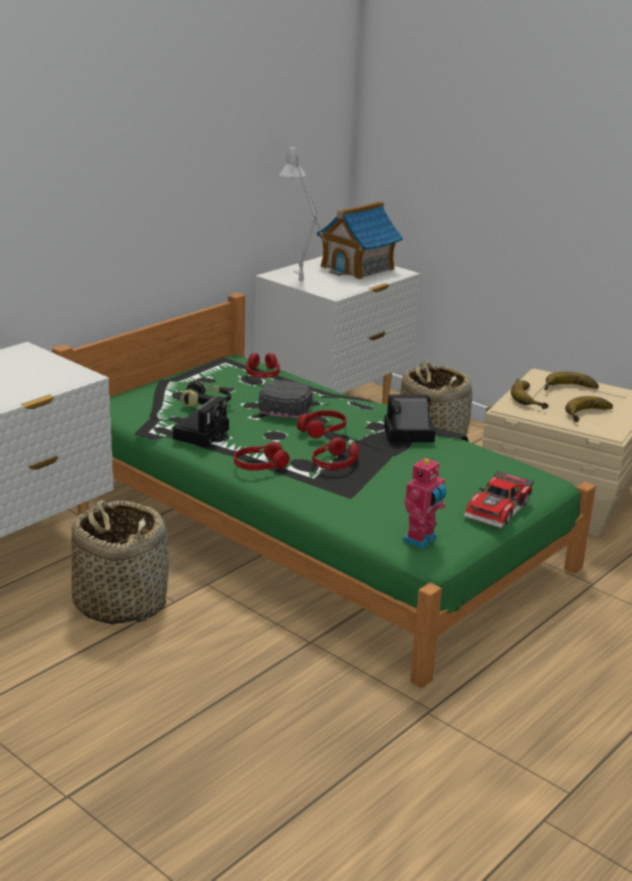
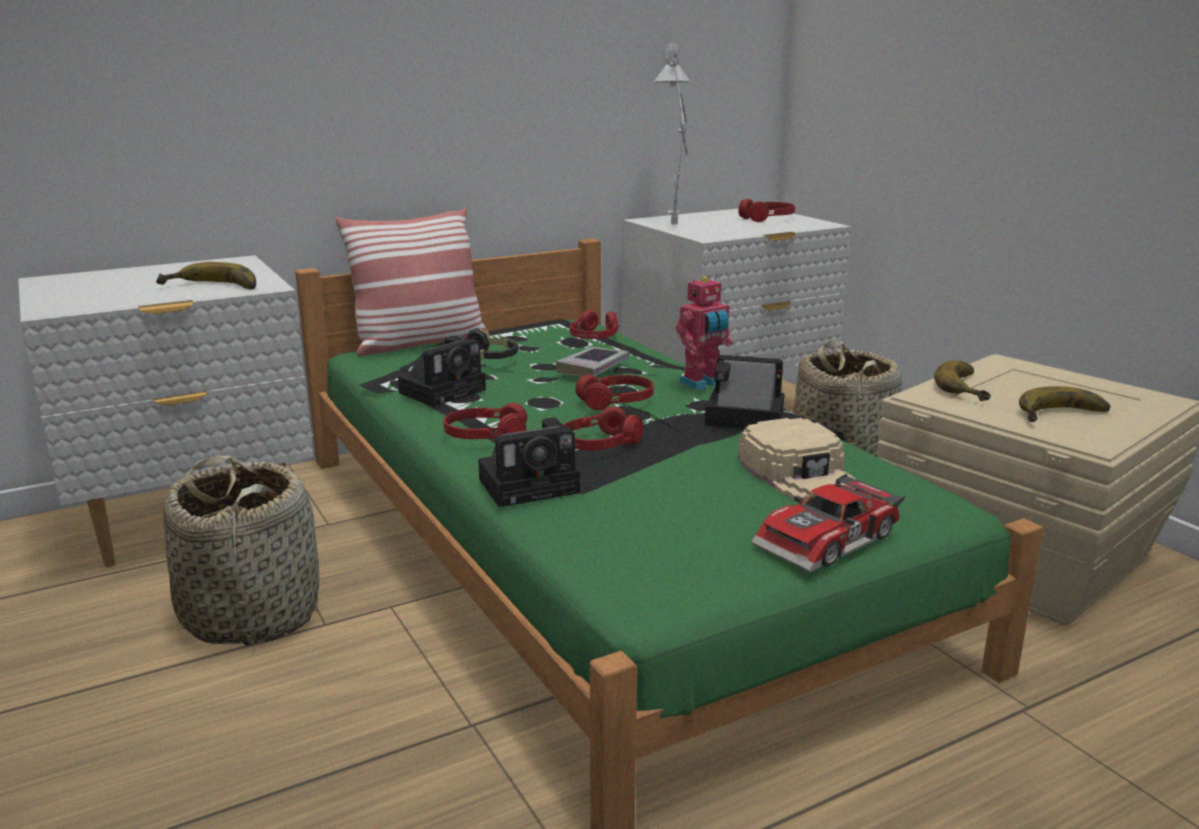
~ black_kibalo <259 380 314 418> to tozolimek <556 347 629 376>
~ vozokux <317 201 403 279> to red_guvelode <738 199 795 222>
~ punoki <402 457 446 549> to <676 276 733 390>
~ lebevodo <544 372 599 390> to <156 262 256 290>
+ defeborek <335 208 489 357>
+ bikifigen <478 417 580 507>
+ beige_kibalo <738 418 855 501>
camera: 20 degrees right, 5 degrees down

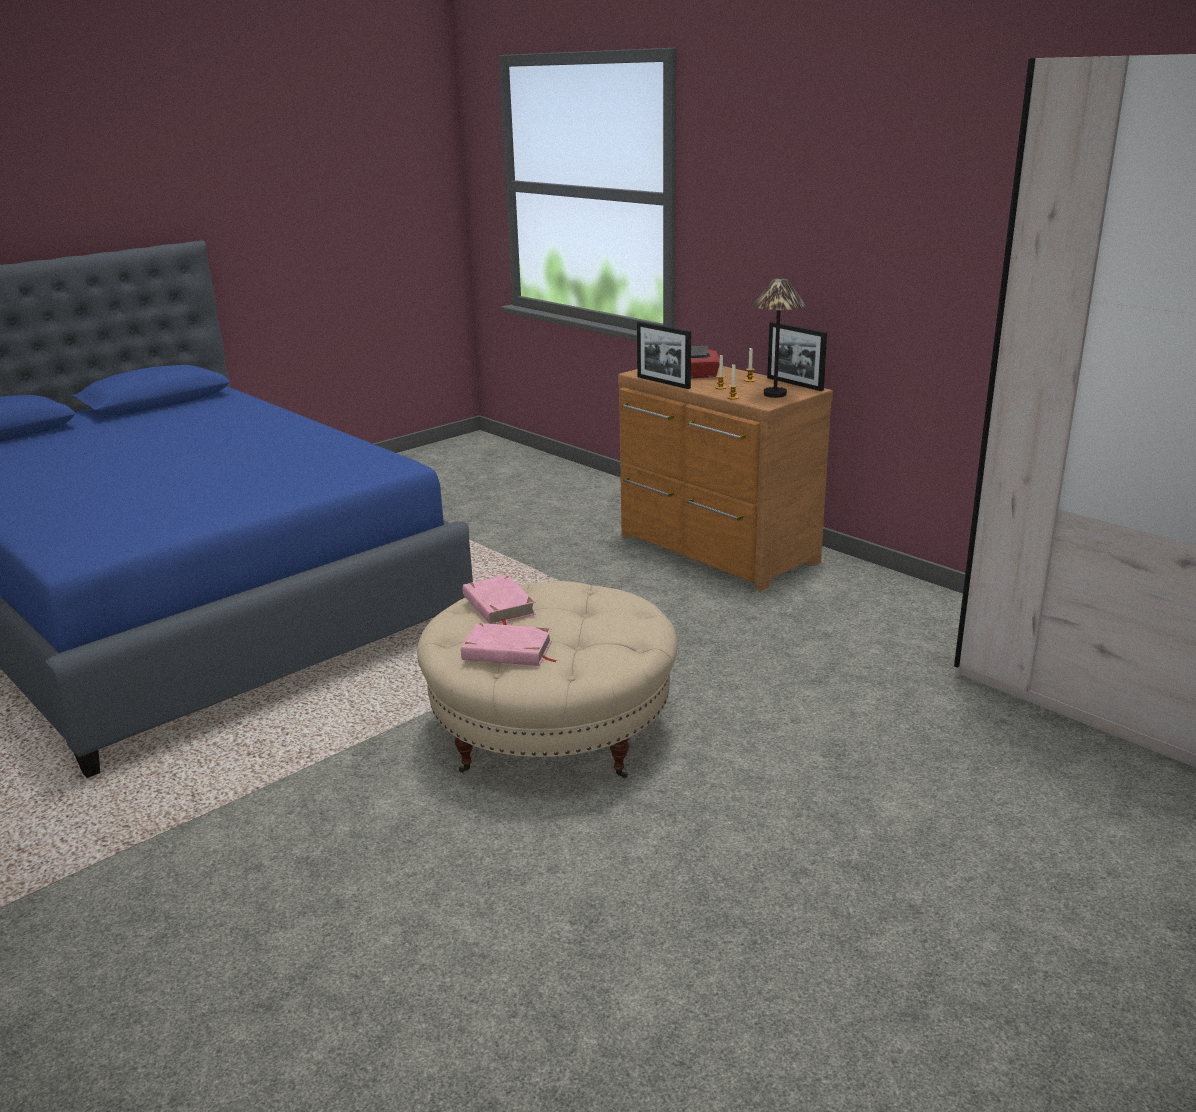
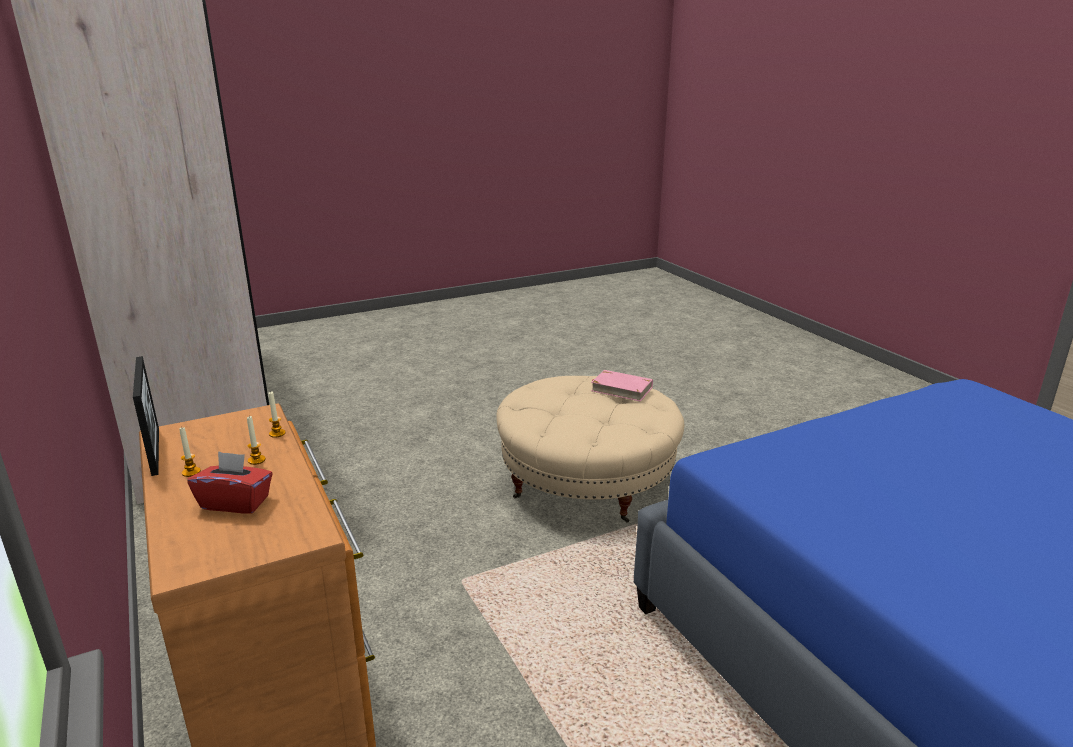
- pink_tozolimek <463 575 536 625>
- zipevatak <637 321 691 389>
- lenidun <752 278 806 398>
camera: 165 degrees left, 0 degrees up

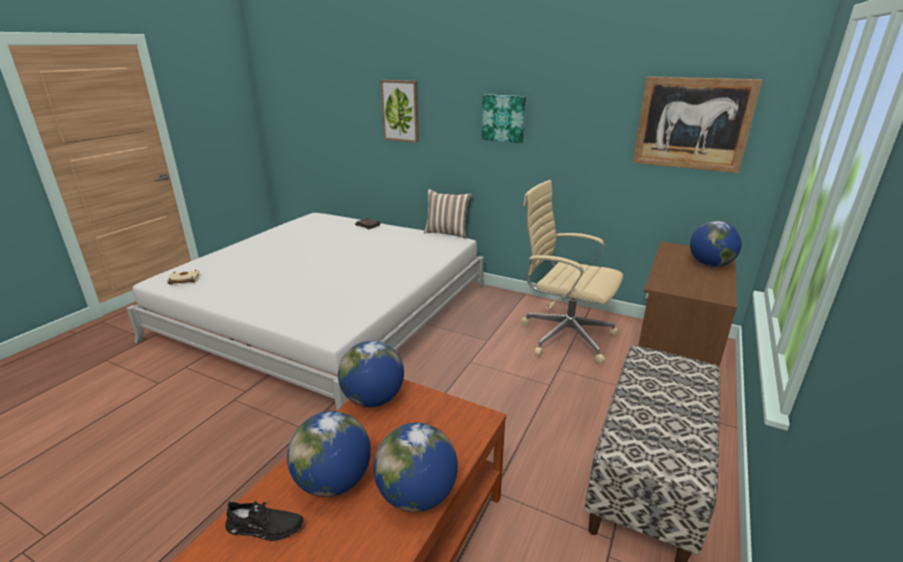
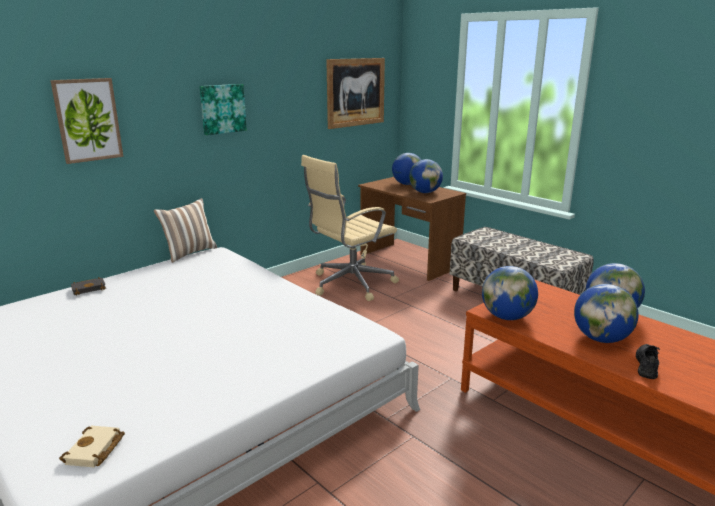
+ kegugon <409 159 443 193>
camera: 70 degrees left, 5 degrees down

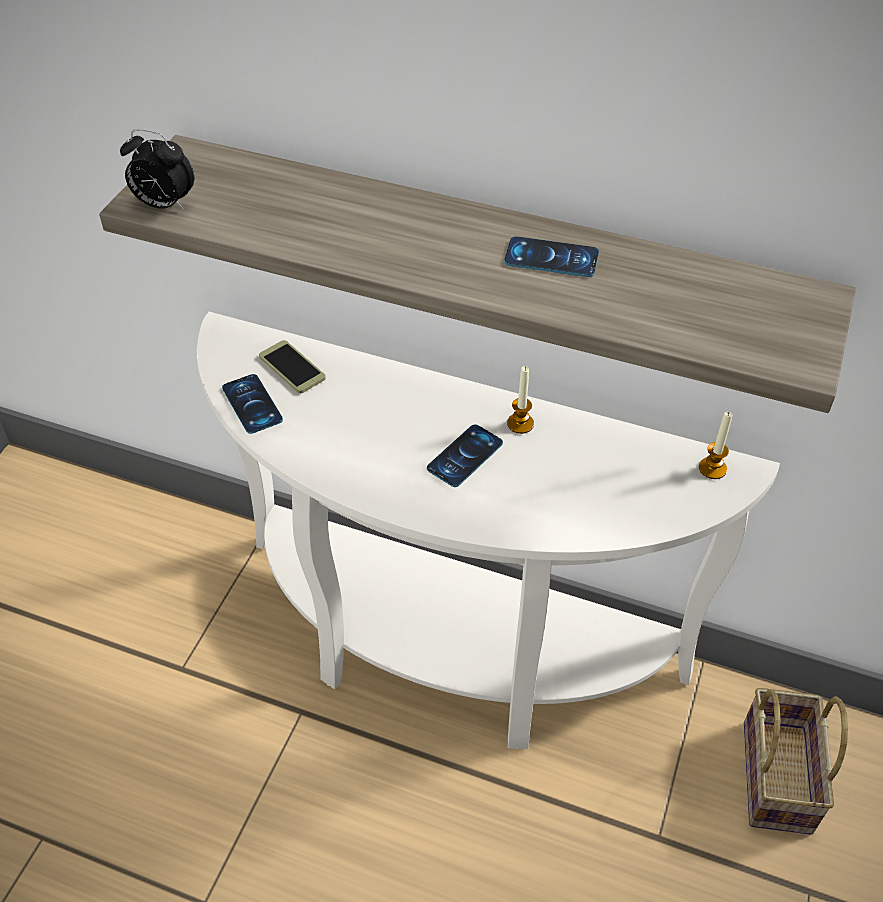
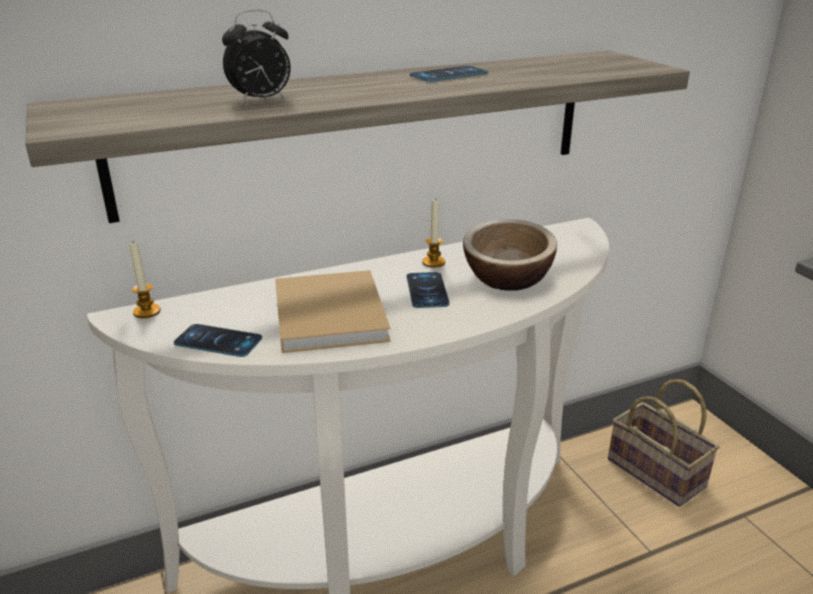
~ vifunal <120 129 194 210> to <222 9 291 104>
- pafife <259 340 326 393>
~ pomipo <699 412 732 479> to <130 242 161 318>
+ beige_tozolimek <275 270 391 353>
+ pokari <463 219 557 291>
camera: 45 degrees left, 20 degrees down

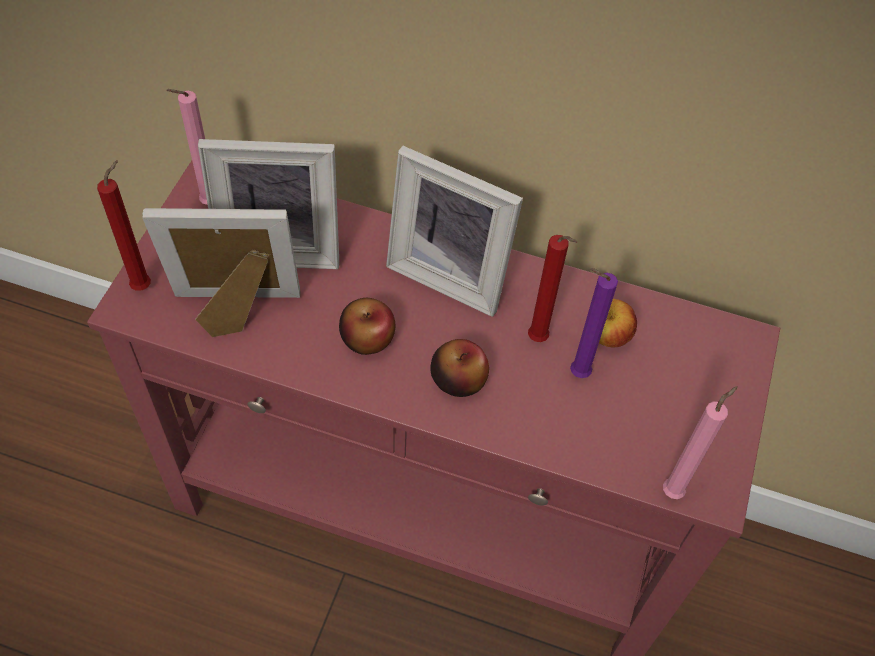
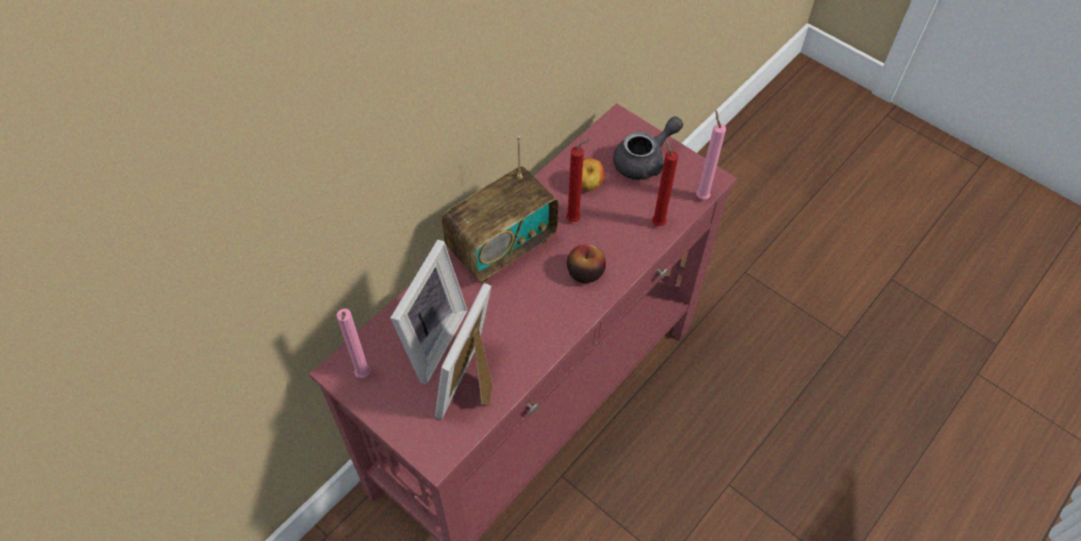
~ red_pomipo <97 160 151 291> to <652 138 678 226>
- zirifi <339 298 395 355>
~ zipevatak <386 146 523 317> to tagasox <441 136 558 283>
- purple_pomipo <570 268 618 378>
+ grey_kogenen <613 116 683 180>
camera: 65 degrees left, 0 degrees up

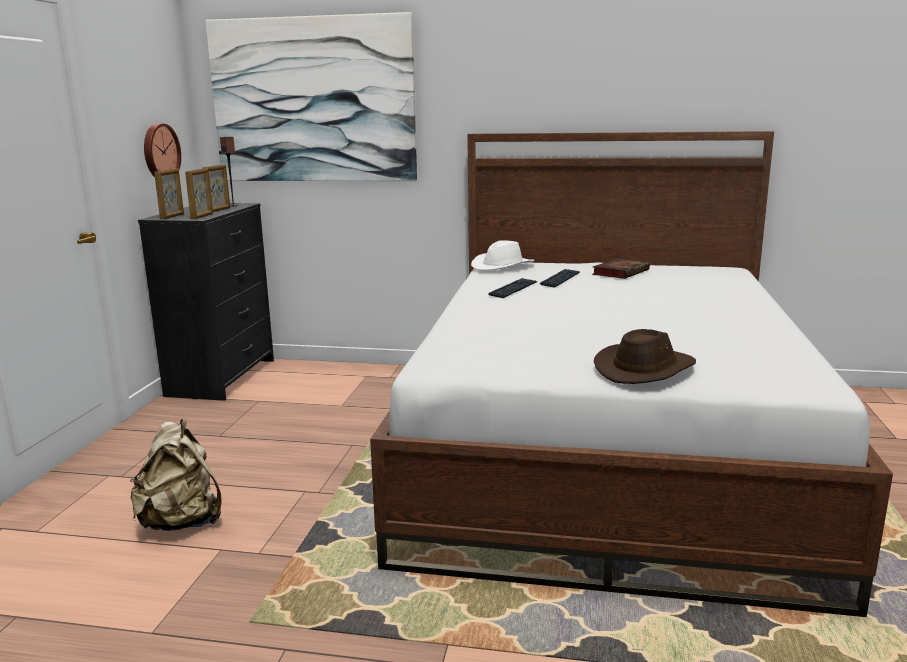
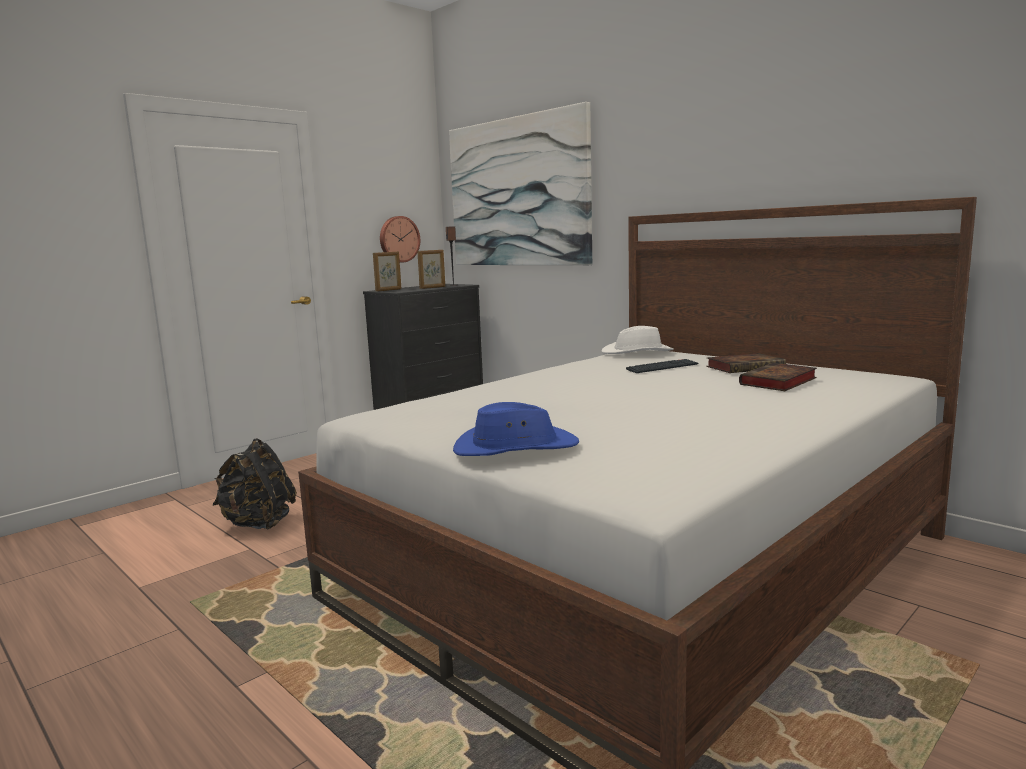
~ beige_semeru <130 419 222 531> to black_semeru <213 438 297 530>
- zipevatak <185 168 213 219>
- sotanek <488 278 537 298>
~ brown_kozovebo <594 329 696 384> to blue_kozovebo <453 402 579 456>
+ tozolimek <739 363 817 391>
camera: 35 degrees right, 5 degrees down

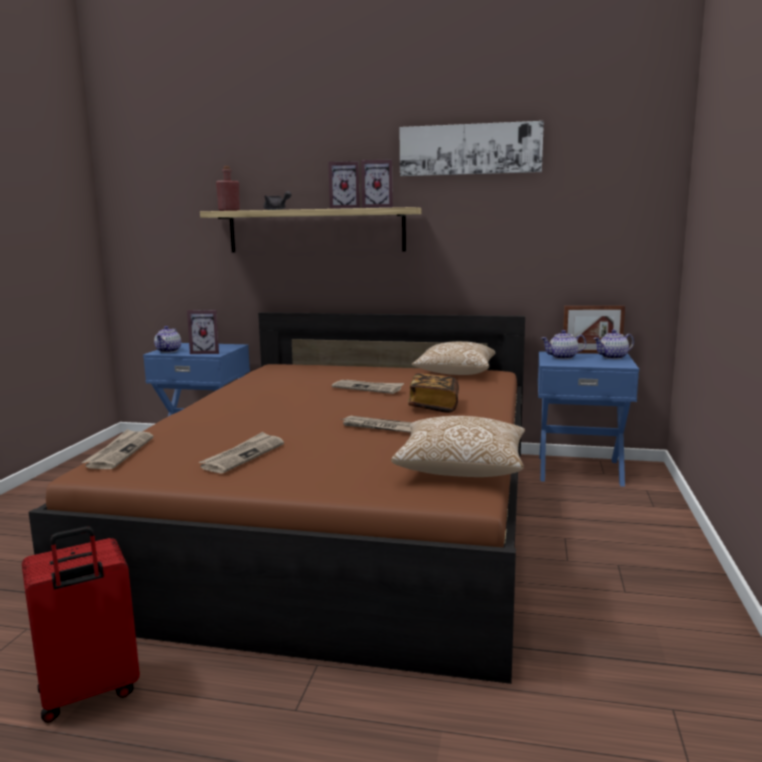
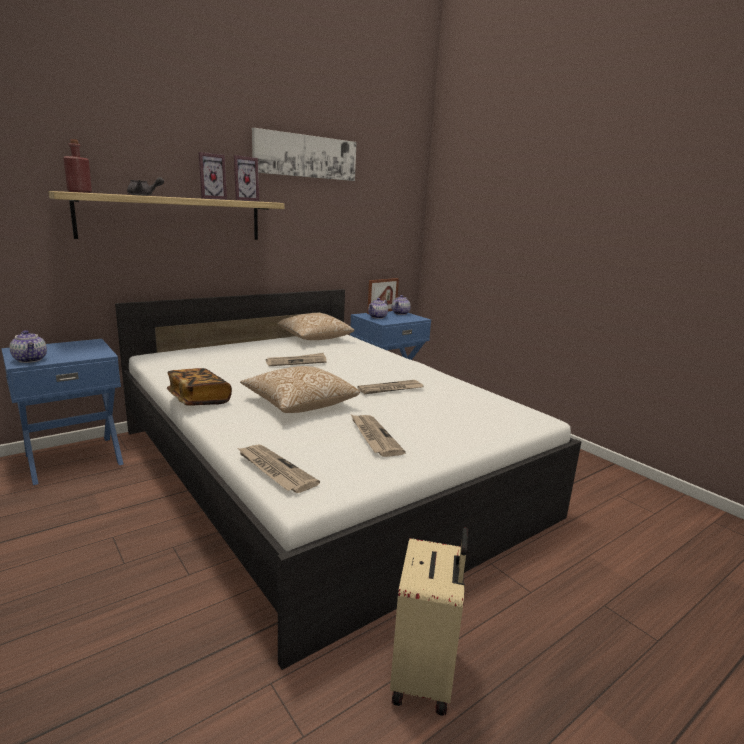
~ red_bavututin <22 526 140 723> to beige_bavututin <390 527 468 716>
~ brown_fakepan <28 312 525 684> to white_fakepan <115 289 581 670>
- zipevatak <187 310 219 354>
~ defeborek <391 416 525 477> to <240 366 360 413>
~ tozolimek <408 373 459 413> to <167 368 232 406>
camera: 50 degrees left, 5 degrees up

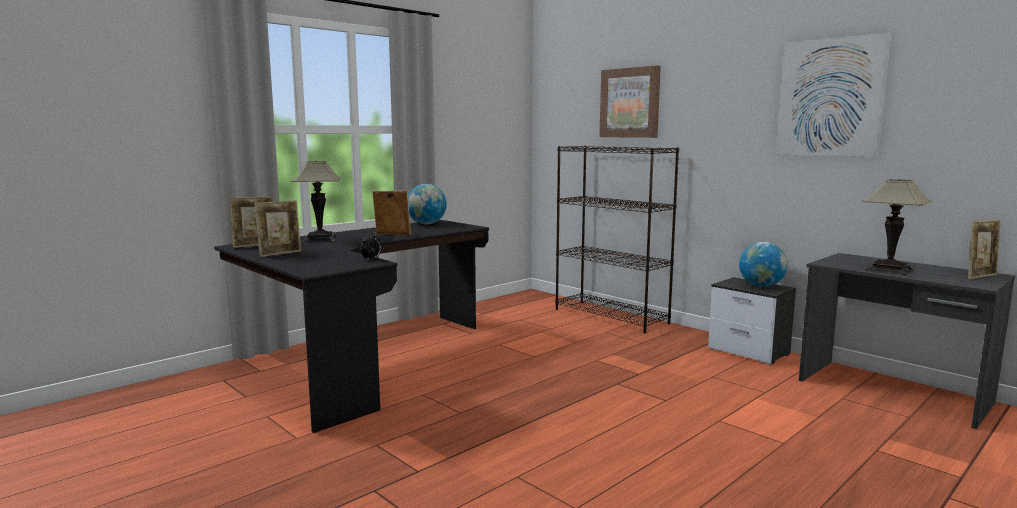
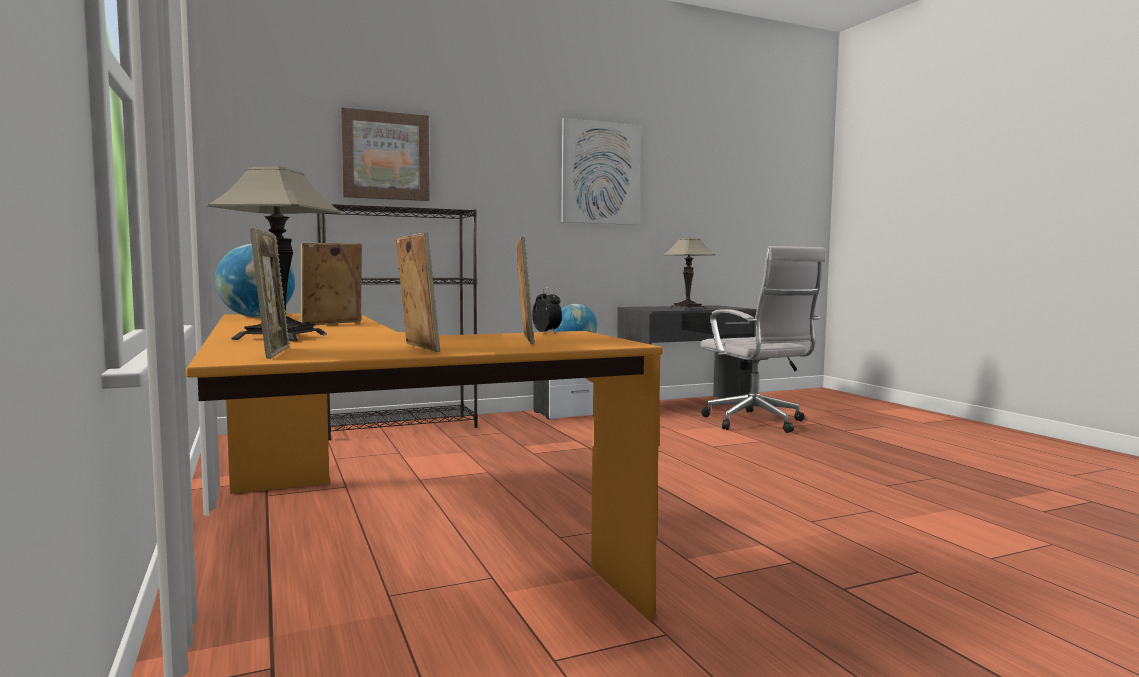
~ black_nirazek <214 220 489 433> to orange_nirazek <186 313 663 621>
~ zipevatak <968 220 1001 279> to <516 237 534 344>
+ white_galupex <701 246 825 433>
camera: 70 degrees left, 5 degrees down

